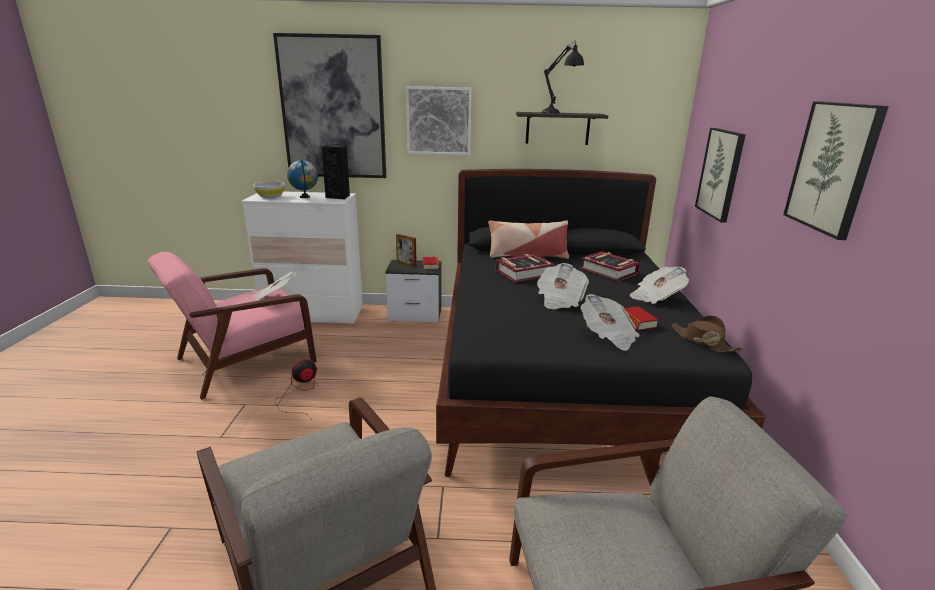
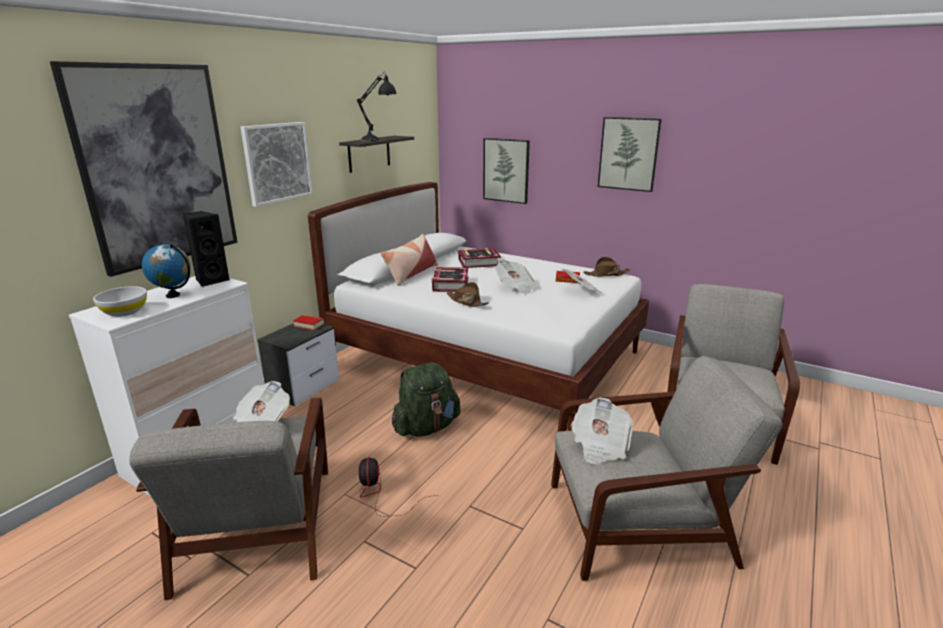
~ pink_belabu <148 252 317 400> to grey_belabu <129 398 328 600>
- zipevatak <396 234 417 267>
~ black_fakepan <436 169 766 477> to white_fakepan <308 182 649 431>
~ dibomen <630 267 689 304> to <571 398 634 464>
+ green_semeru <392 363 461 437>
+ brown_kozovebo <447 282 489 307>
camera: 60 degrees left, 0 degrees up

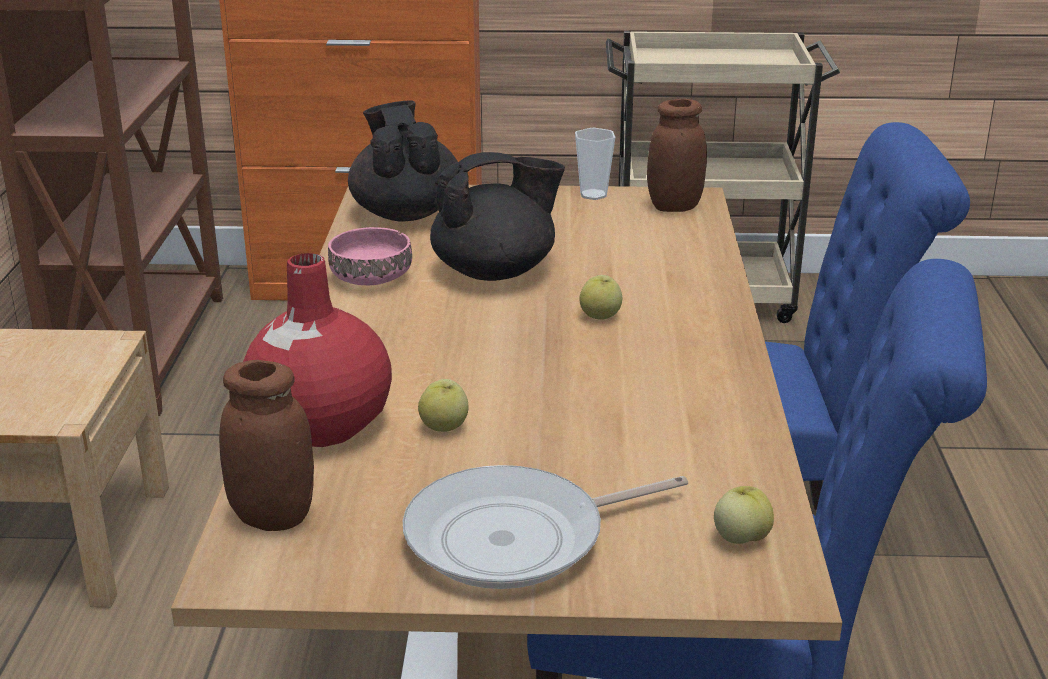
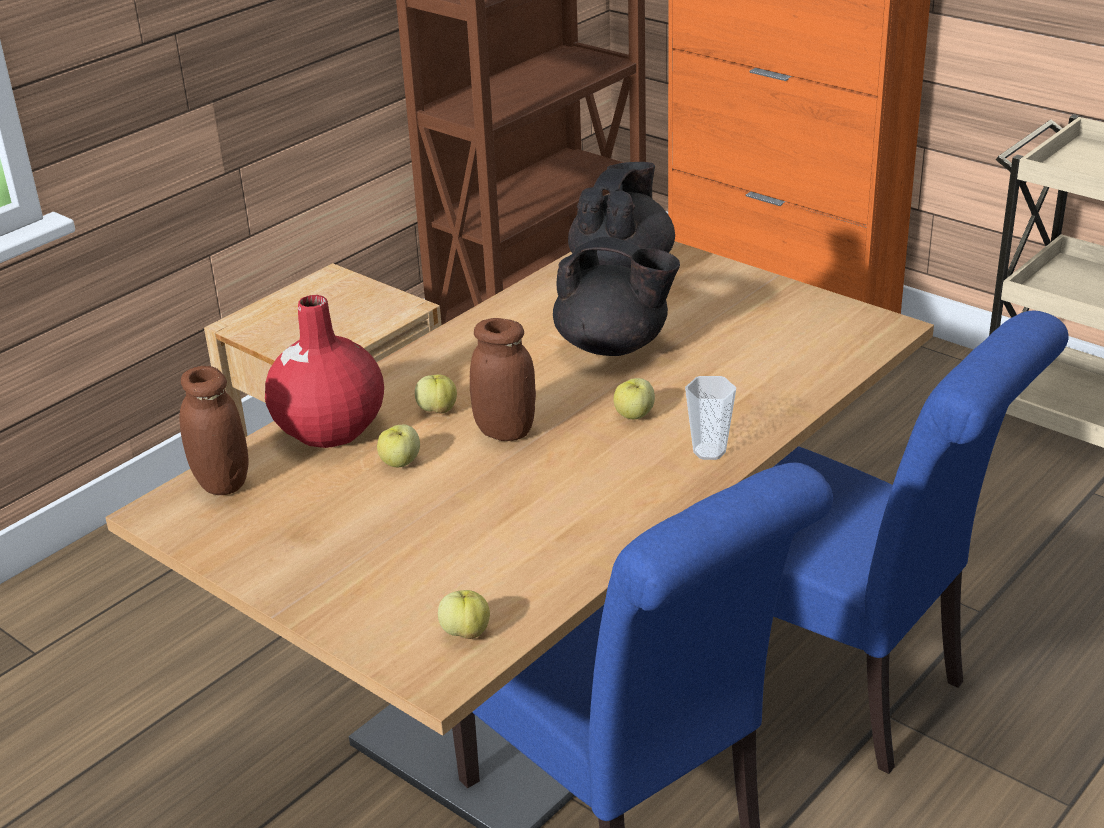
- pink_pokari <328 227 412 285>
- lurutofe <403 465 688 589>
~ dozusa <575 128 615 200> to <685 376 736 460>
~ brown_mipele <647 99 707 212> to <470 318 536 441>
+ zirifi <415 375 457 414>
camera: 40 degrees right, 5 degrees up

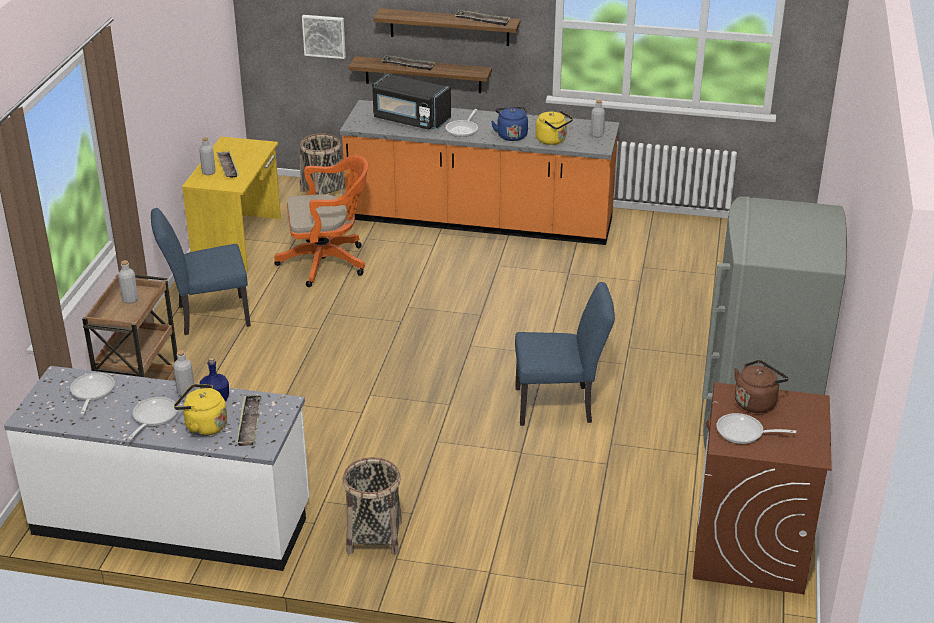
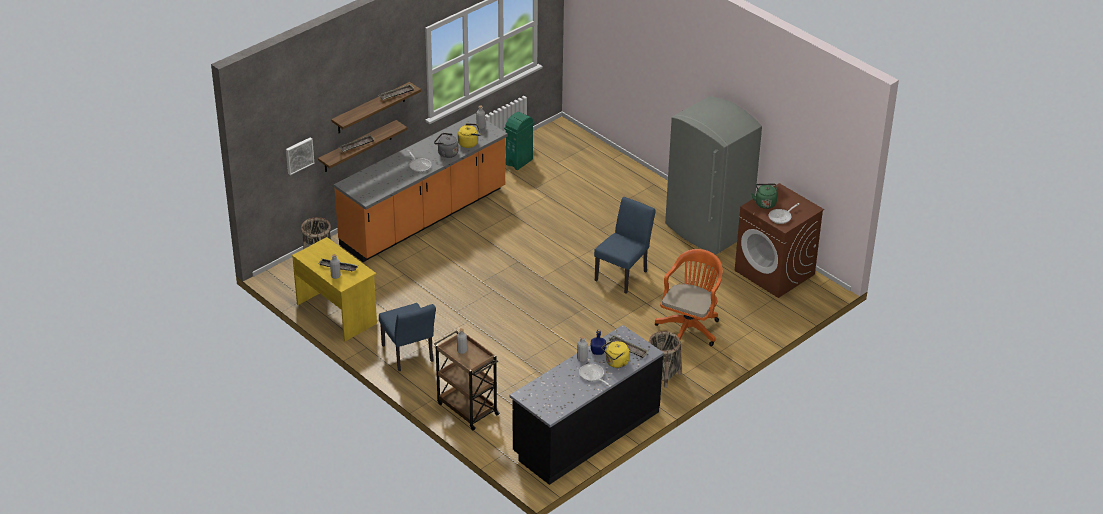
~ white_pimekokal <4 366 309 571> to black_pimekokal <510 325 664 485>
- lurutofe <70 373 115 414>
~ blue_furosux <151 208 251 335> = <379 303 436 371> 45 degrees counterclockwise
~ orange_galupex <274 155 368 287> to <655 249 723 346>
- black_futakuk <372 73 451 130>
~ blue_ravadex <491 106 528 141> to grey_ravadex <434 133 458 158>
~ brown_ravadex <734 360 789 413> to green_ravadex <752 184 777 209>
+ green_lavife <504 112 534 170>
camera: 55 degrees left, 5 degrees up

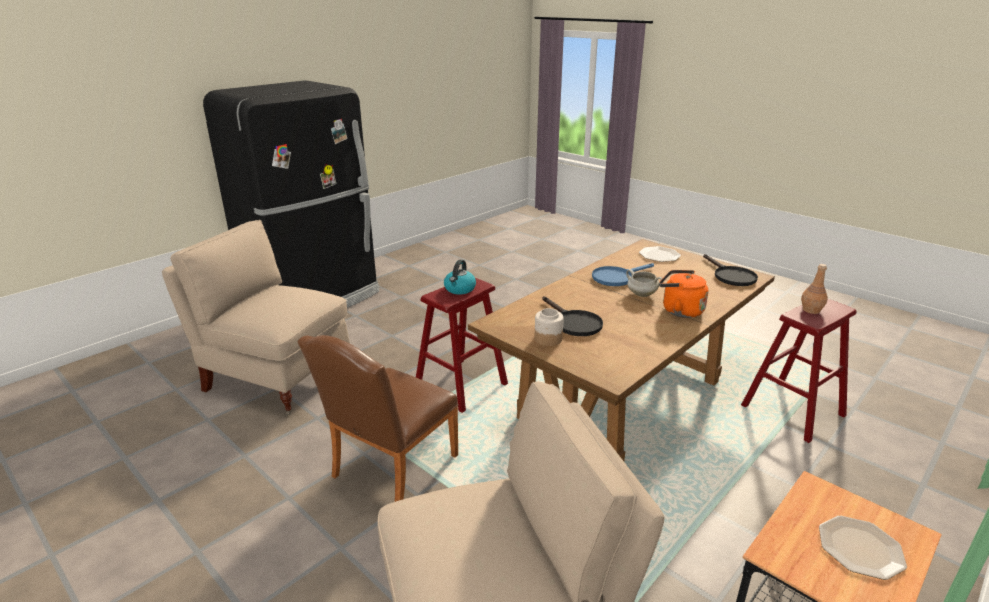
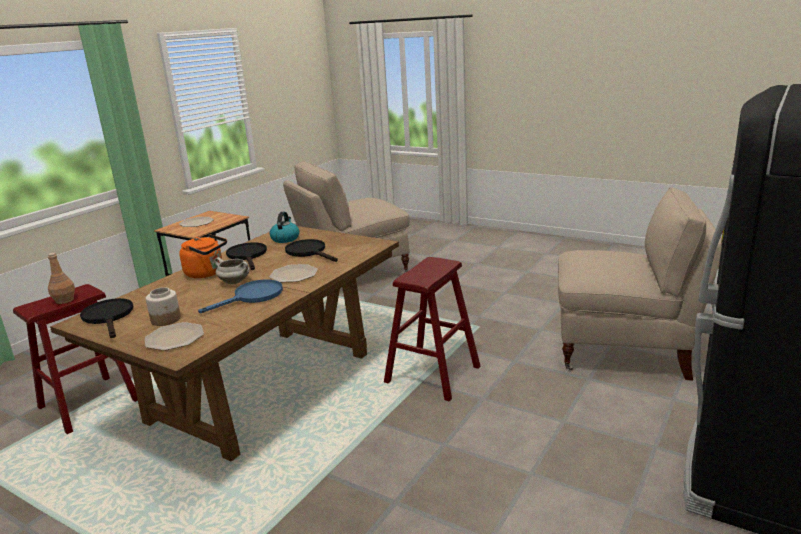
- brown_furosux <297 335 459 502>
~ ravadex <444 260 476 294> to <270 212 299 243>
~ mipele <534 308 564 346> to <146 287 181 326>
+ black_lurutofe <226 242 267 270>
+ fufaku <269 264 318 282>
camera: 170 degrees right, 5 degrees down

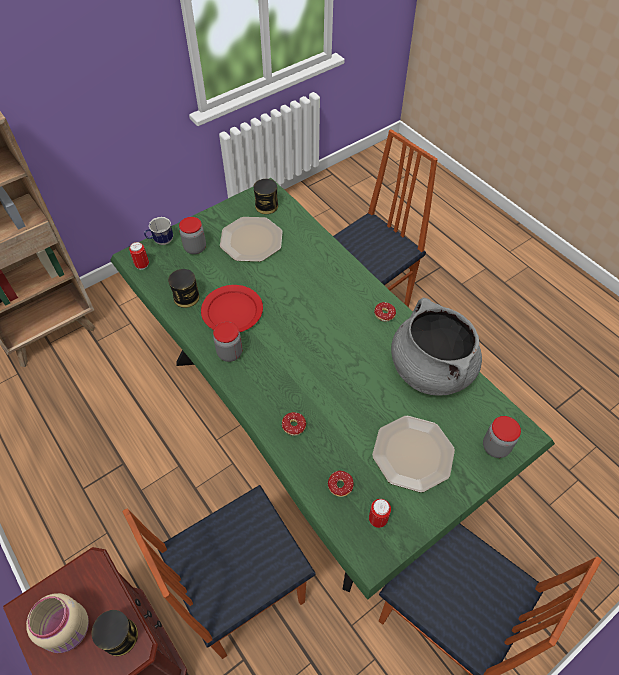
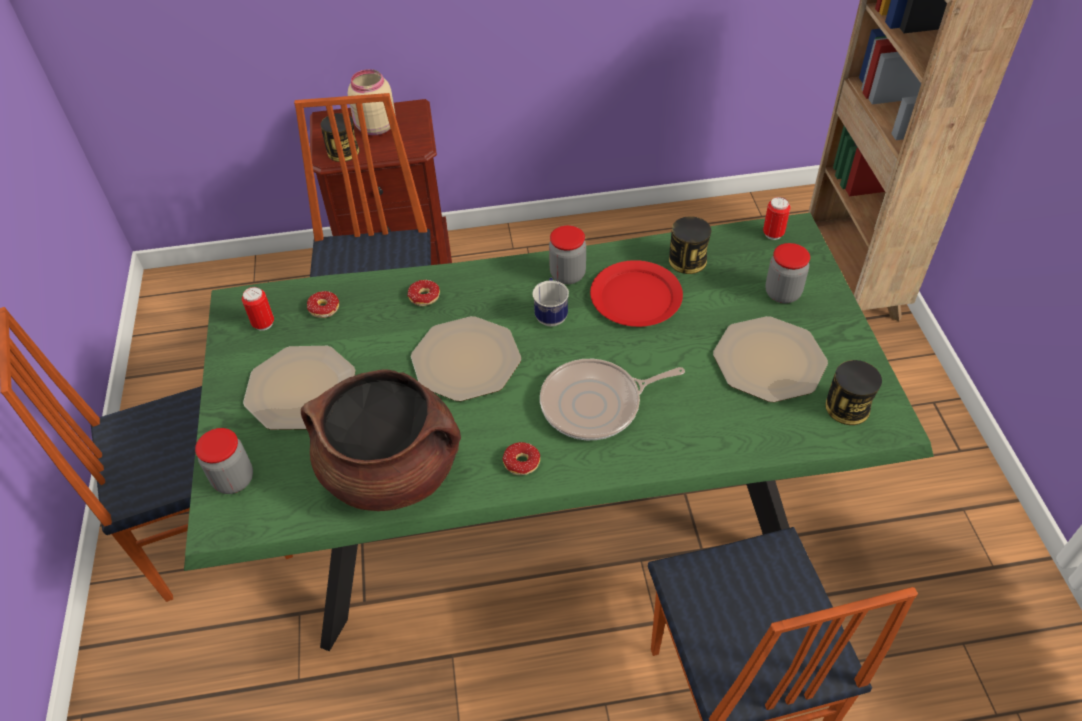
~ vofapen <144 217 173 245> to <532 278 569 326>
~ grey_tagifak <391 297 482 396> to brown_tagifak <301 369 461 511>
+ fufaku <411 316 521 401>
+ lurutofe <540 359 685 440>
camera: 120 degrees right, 5 degrees down

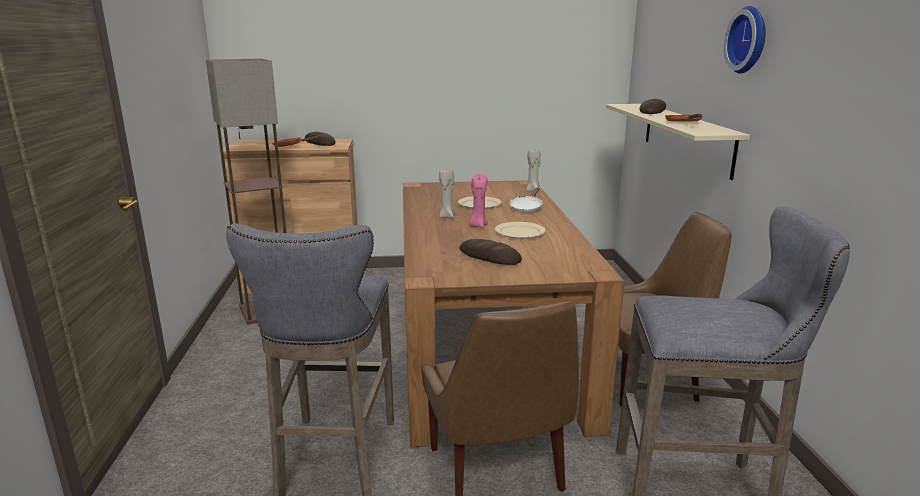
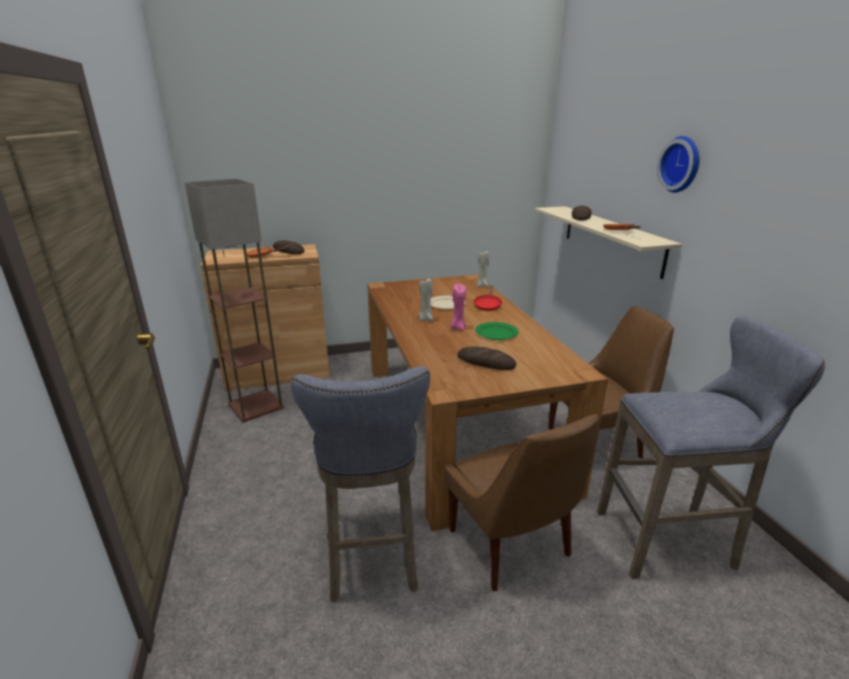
~ beige_fufaku <495 222 546 239> to green_fufaku <475 322 519 340>
~ white_lurutofe <509 188 543 213> to red_lurutofe <473 286 502 311>
camera: 10 degrees left, 5 degrees up

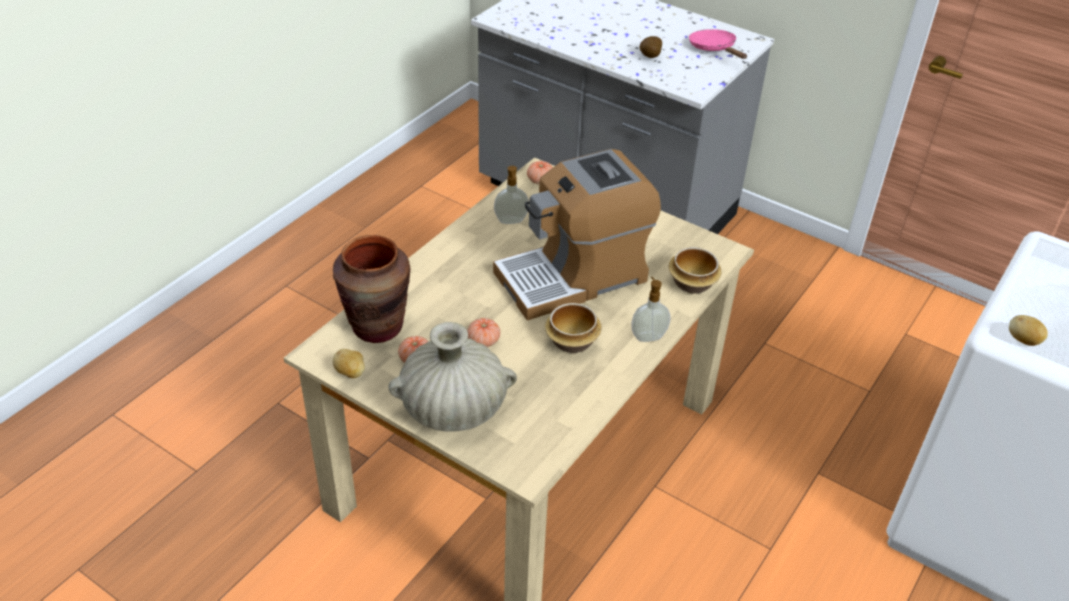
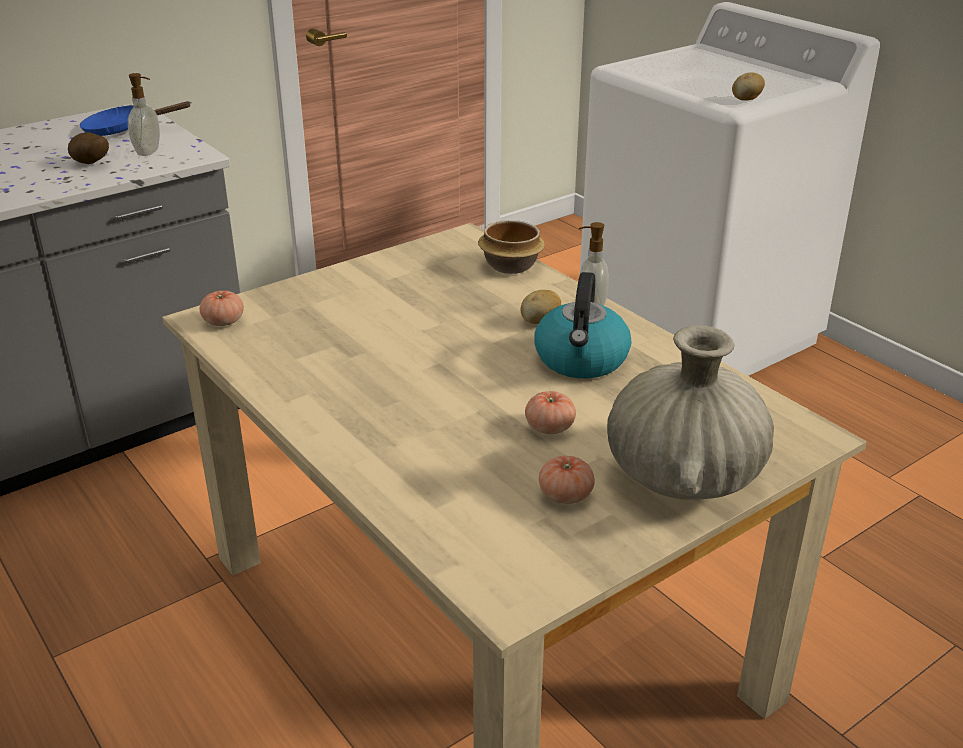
- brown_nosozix <333 235 410 343>
~ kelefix <333 349 365 378> to <520 290 561 324>
- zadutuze <493 149 661 320>
~ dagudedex <494 166 529 224> to <128 73 160 156>
~ pokari <545 303 601 353> to ravadex <534 272 631 378>
~ pink_lurutofe <689 29 747 59> to blue_lurutofe <80 101 192 136>
camera: 70 degrees left, 10 degrees down

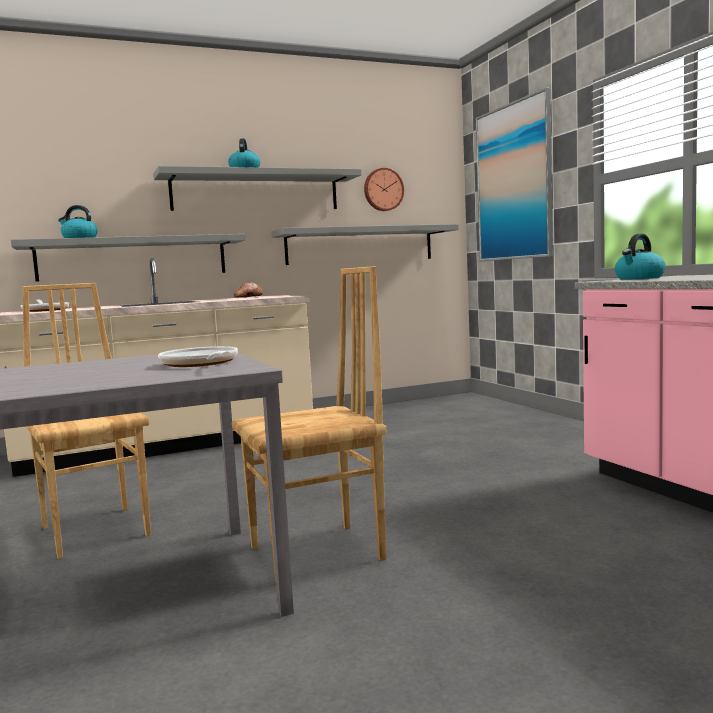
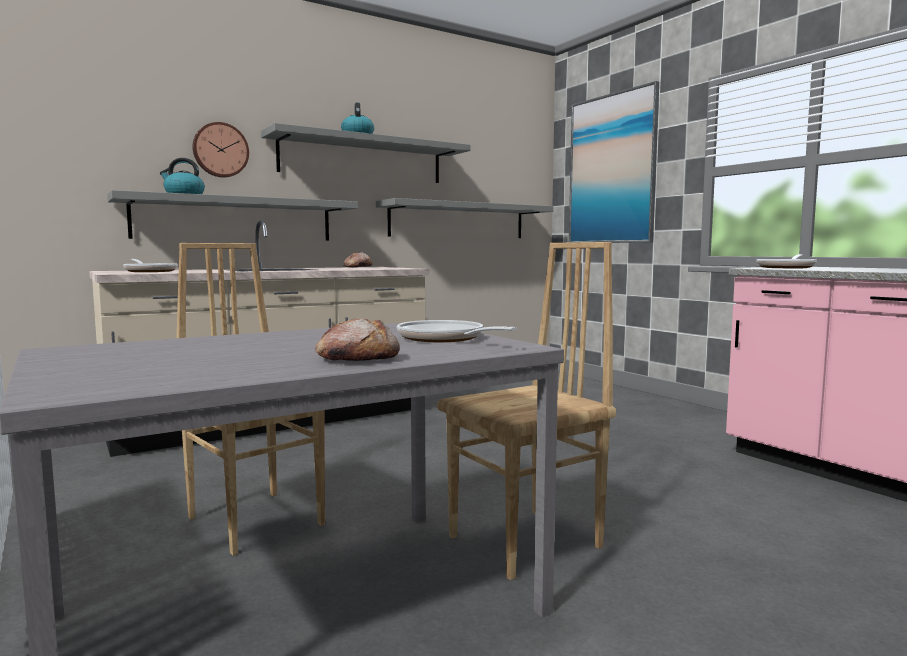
~ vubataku <364 168 404 211> to <193 122 249 177>
~ ravadex <615 233 665 280> to lurutofe <756 254 817 268>
+ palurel <315 318 400 361>
camera: 10 degrees left, 0 degrees up

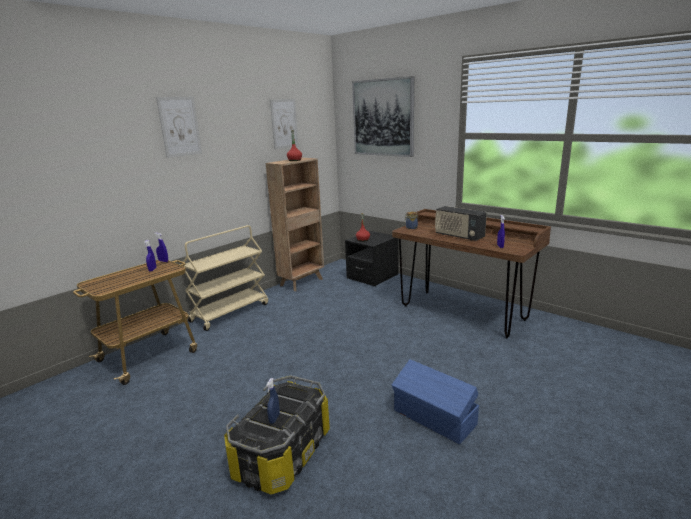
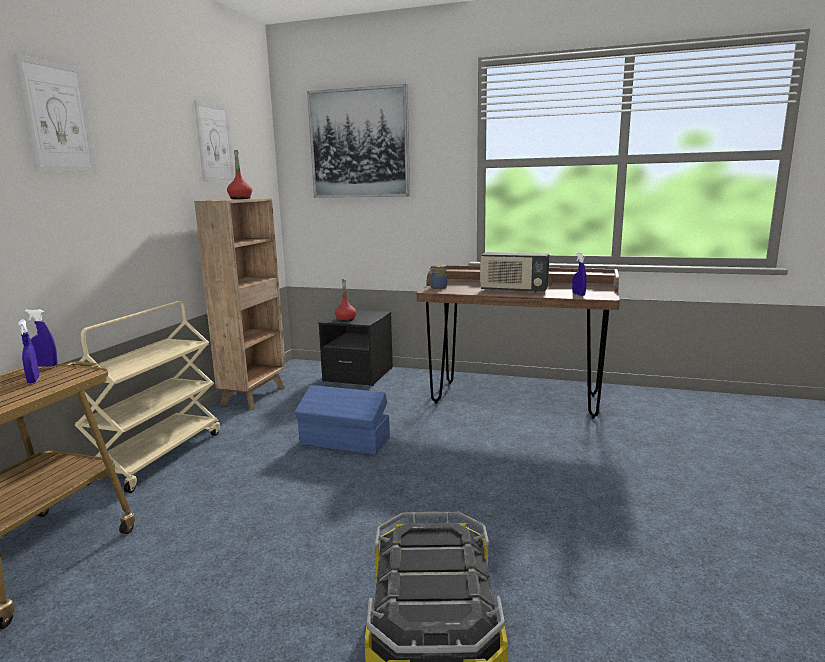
- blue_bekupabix <266 378 280 424>
~ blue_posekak <392 359 479 444> to <295 385 390 455>
camera: 25 degrees left, 5 degrees down

